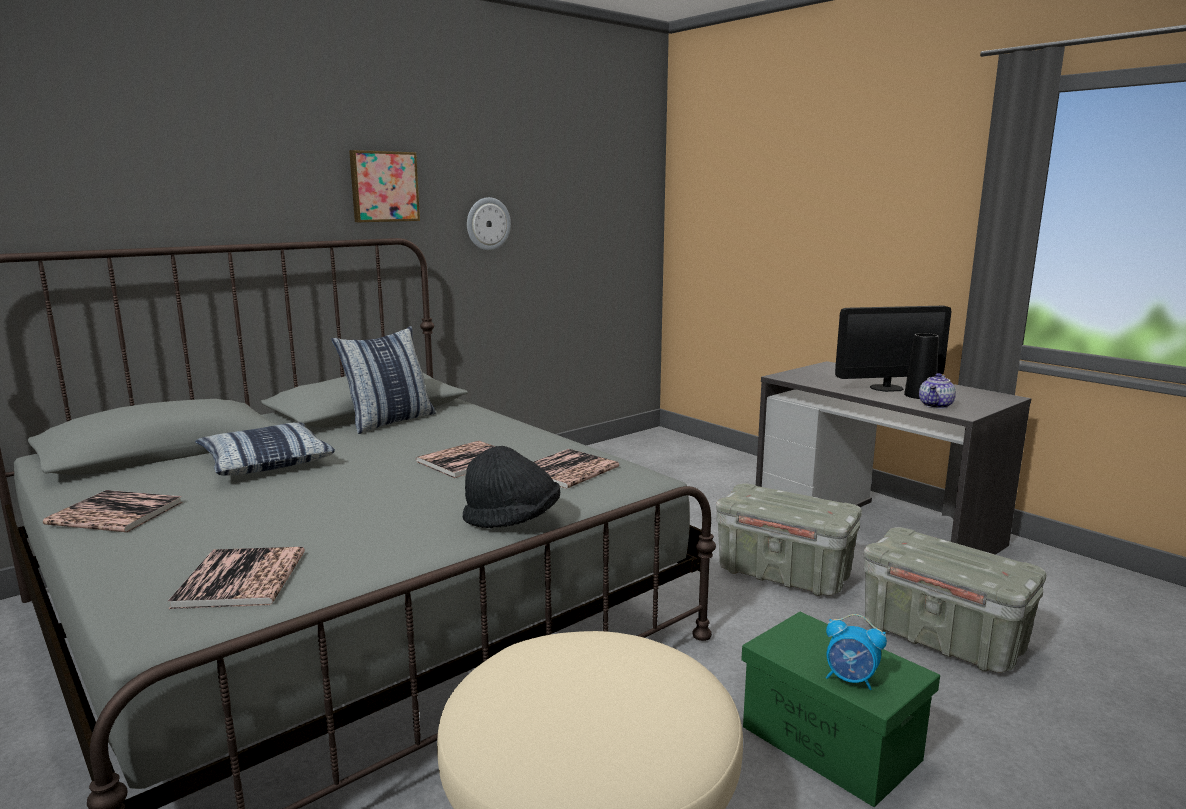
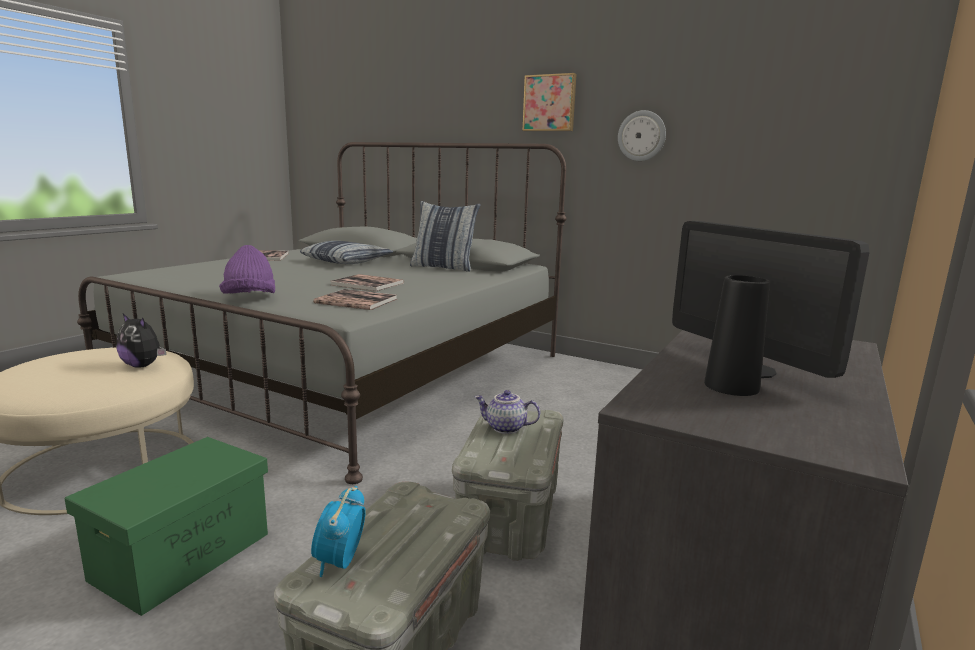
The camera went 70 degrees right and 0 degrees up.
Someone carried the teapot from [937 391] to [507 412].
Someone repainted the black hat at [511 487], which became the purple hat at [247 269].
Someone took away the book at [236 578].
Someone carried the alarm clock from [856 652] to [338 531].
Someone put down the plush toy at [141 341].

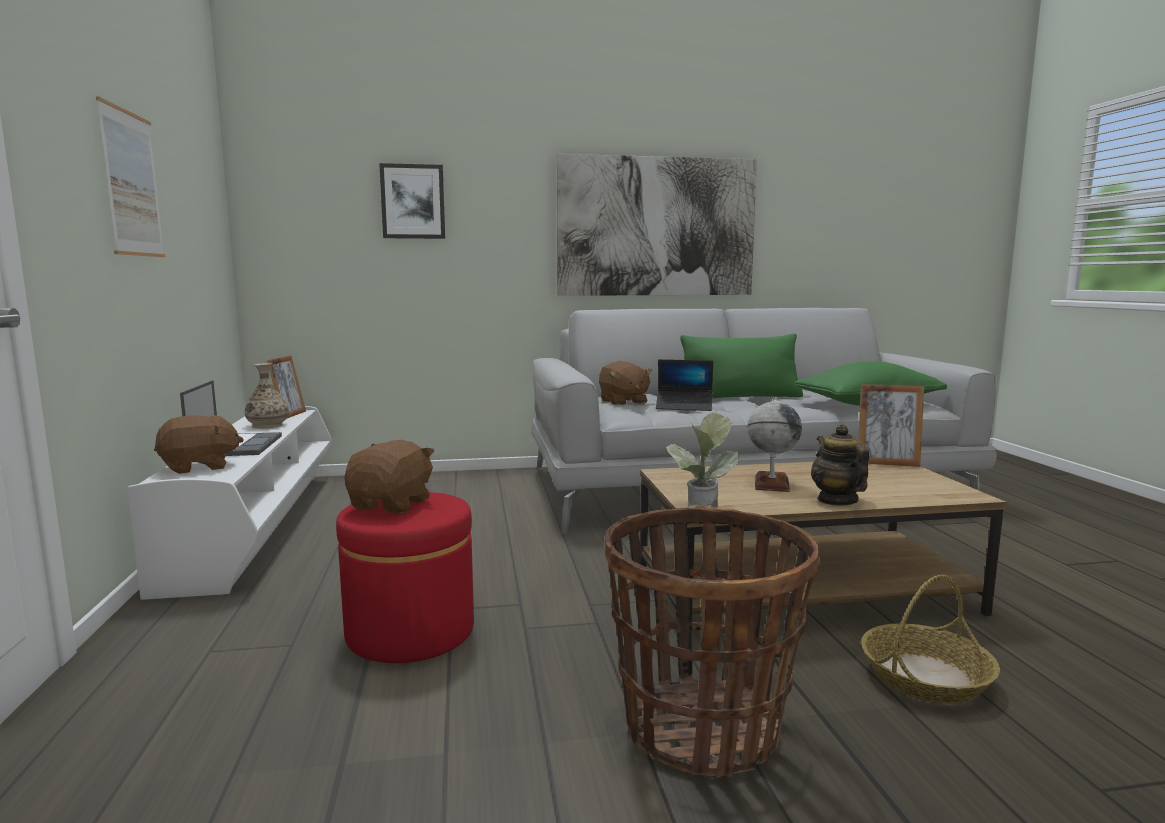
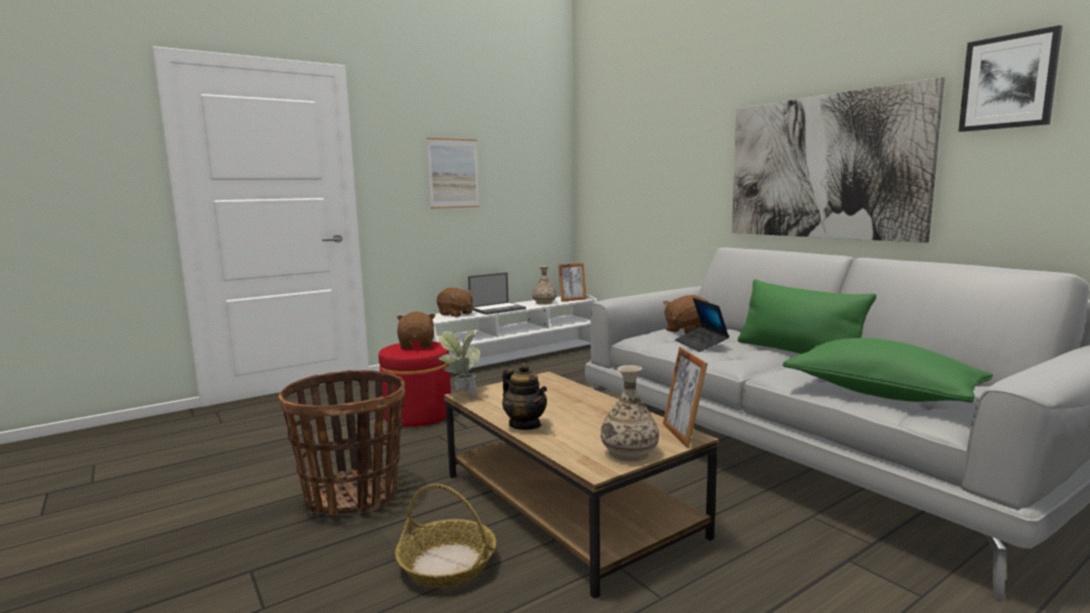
The camera went 65 degrees right and 0 degrees up.
Someone carried the picture from [412 201] to [1011 78].
Someone took away the globe at [775 444].
Someone rotated the teapot at [840 465] by 90 degrees clockwise.
Someone rotated the brown plush toy at [389 477] by 90 degrees counterclockwise.
Someone put down the vase at [630 413].

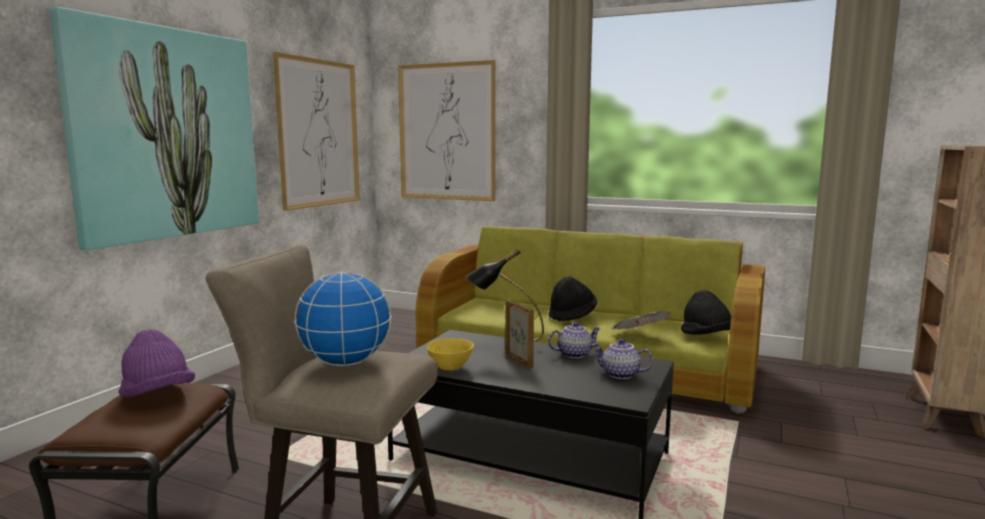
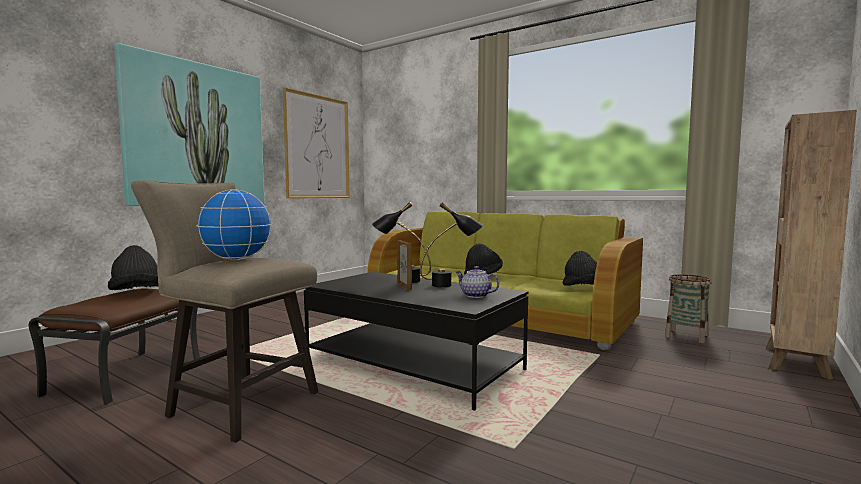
The camera went 10 degrees right and 5 degrees down.
Someone took away the picture at [446 130].
Someone took away the newspaper at [641 320].
Someone swapped the teapot at [574 340] for the black table lamp at [451 244].
Someone repainted the purple hat at [157 363], which became the black hat at [133 267].
Someone took away the yellow bowl at [450 354].
Someone put down the basket at [688 308].

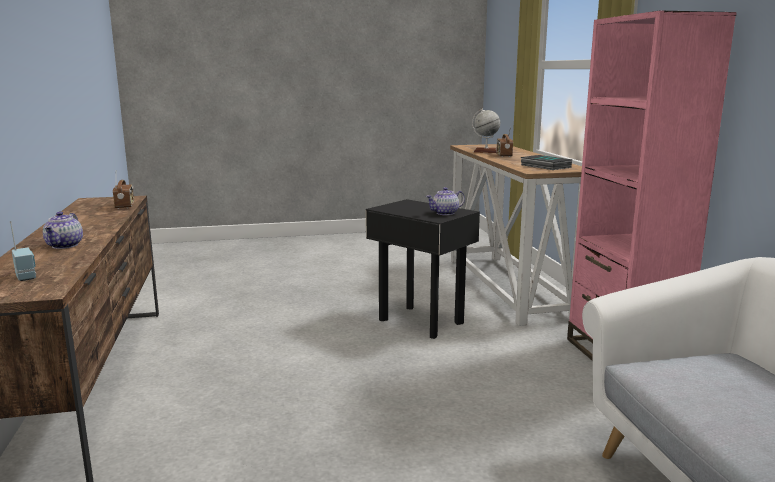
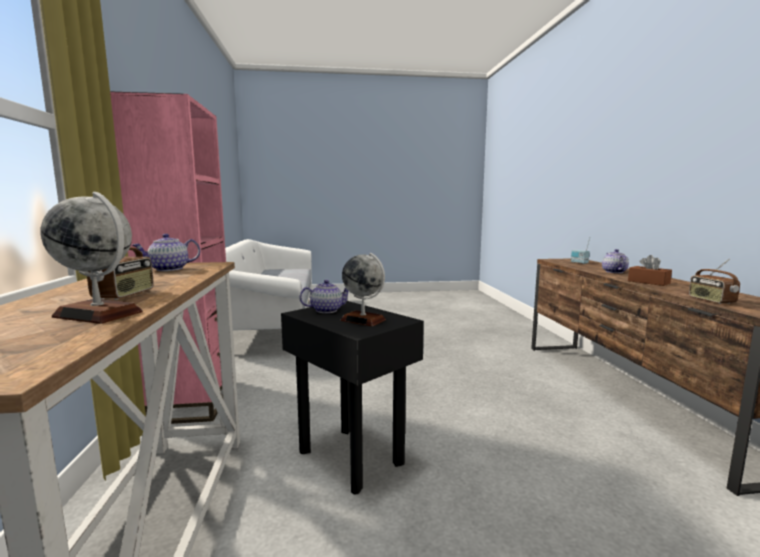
The camera went 175 degrees left and 5 degrees down.
Someone swapped the book at [546 162] for the teapot at [166 252].
Someone put down the globe at [363 289].
Someone put down the brown tissue box at [650 270].

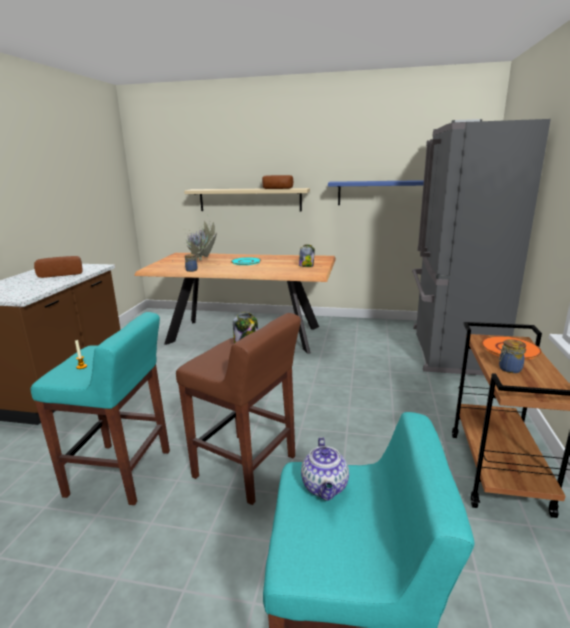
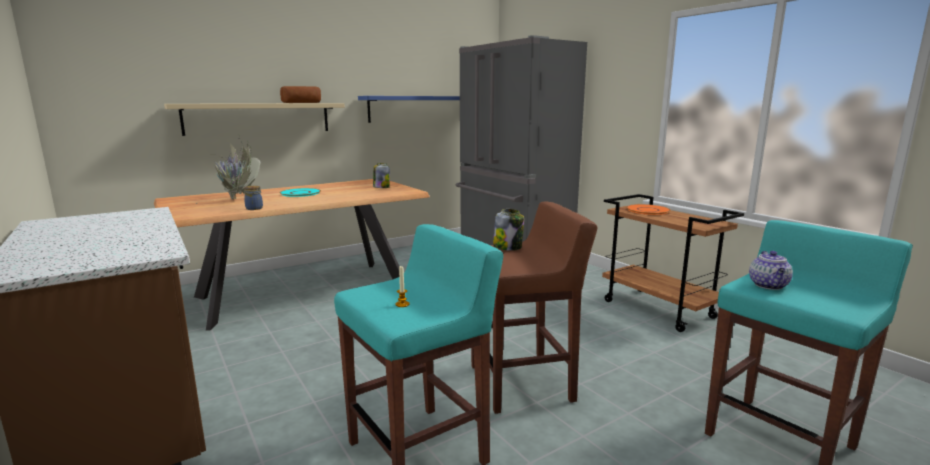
The camera went 45 degrees left and 5 degrees down.
Someone took away the bread at [58 267].
Someone took away the jar at [512 356].
Someone rotated the teapot at [325 469] by 60 degrees clockwise.

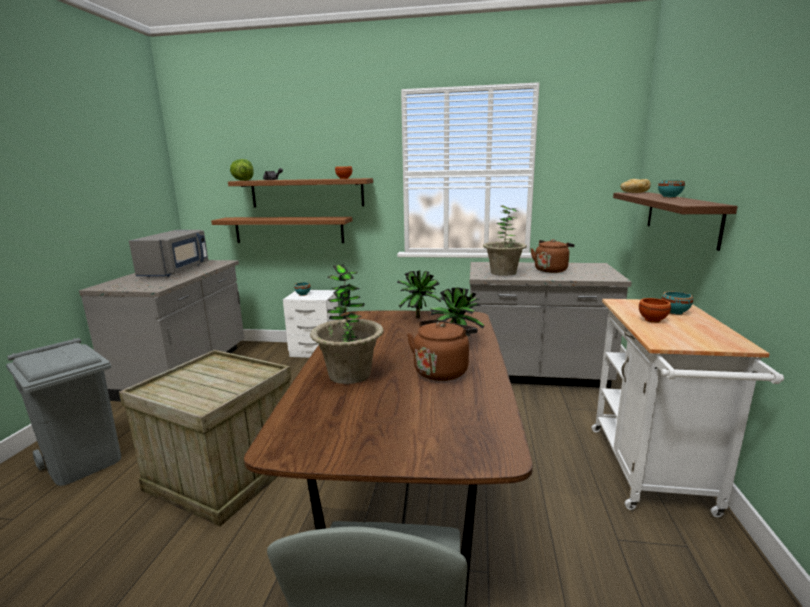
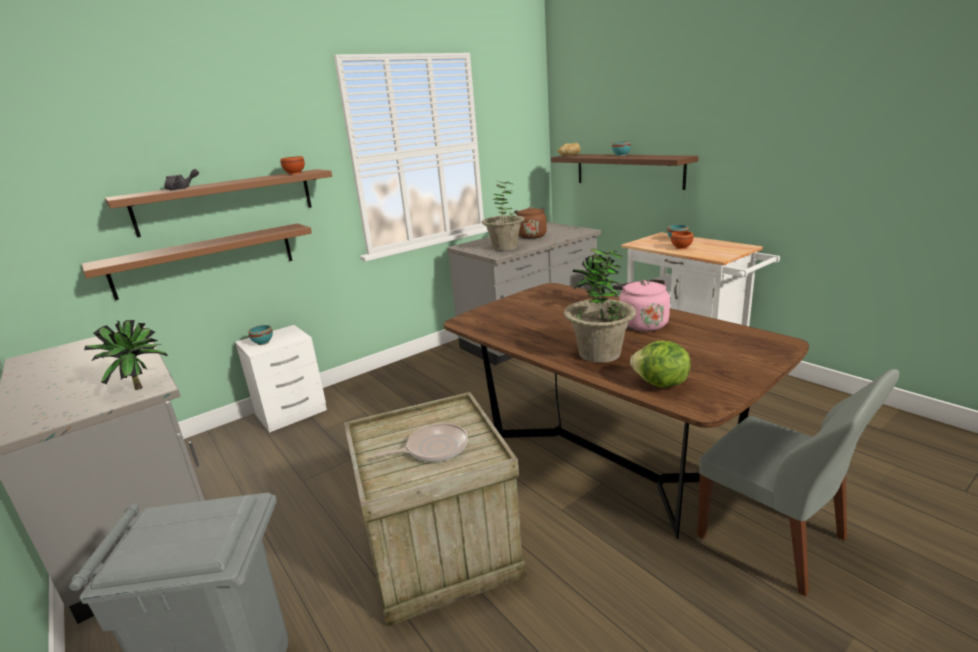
The camera went 45 degrees left and 5 degrees up.
Someone carried the lettuce from [241 170] to [660 364].
Someone took away the grey microwave at [168 253].
Someone carried the potted plant from [419 295] to [126 355].
Someone repainted the brown kettle at [442 350], which became the pink kettle at [641 305].
Someone put down the frying pan at [421 442].

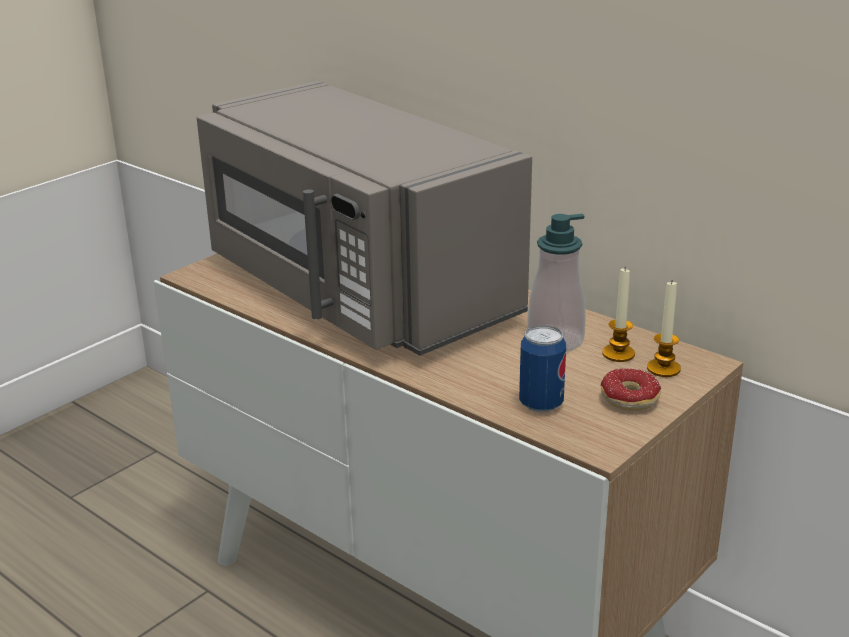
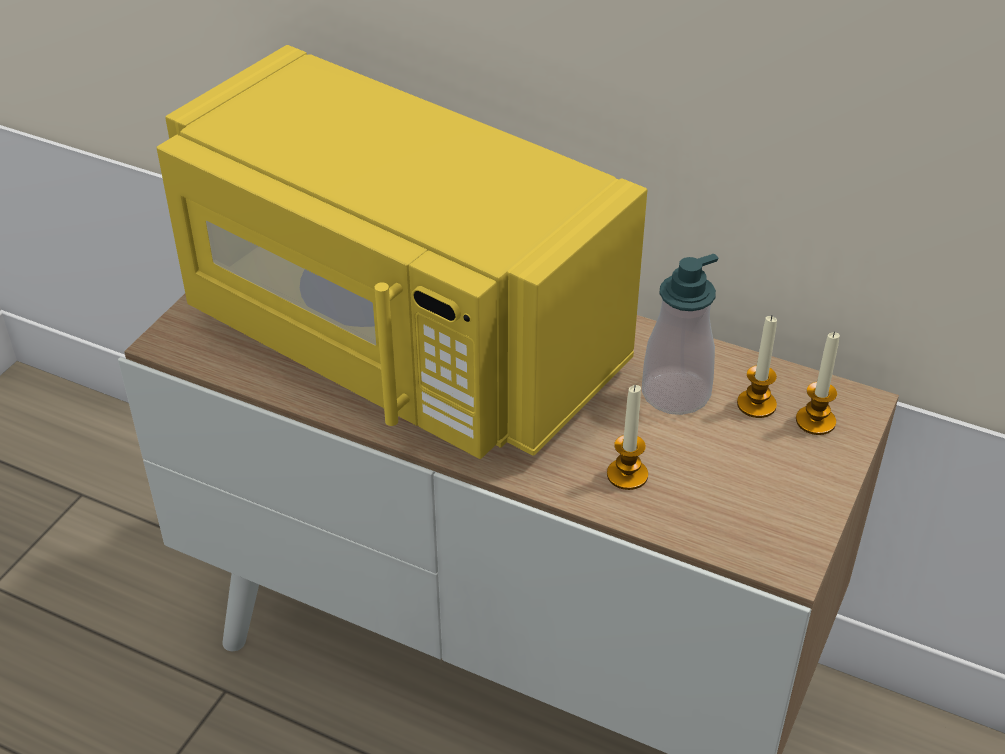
The camera went 15 degrees left and 15 degrees up.
Someone repainted the grey microwave at [364 218], which became the yellow microwave at [402 252].
Someone took away the can at [542 369].
Someone took away the donut at [631 390].
Someone put down the candle at [627 437].

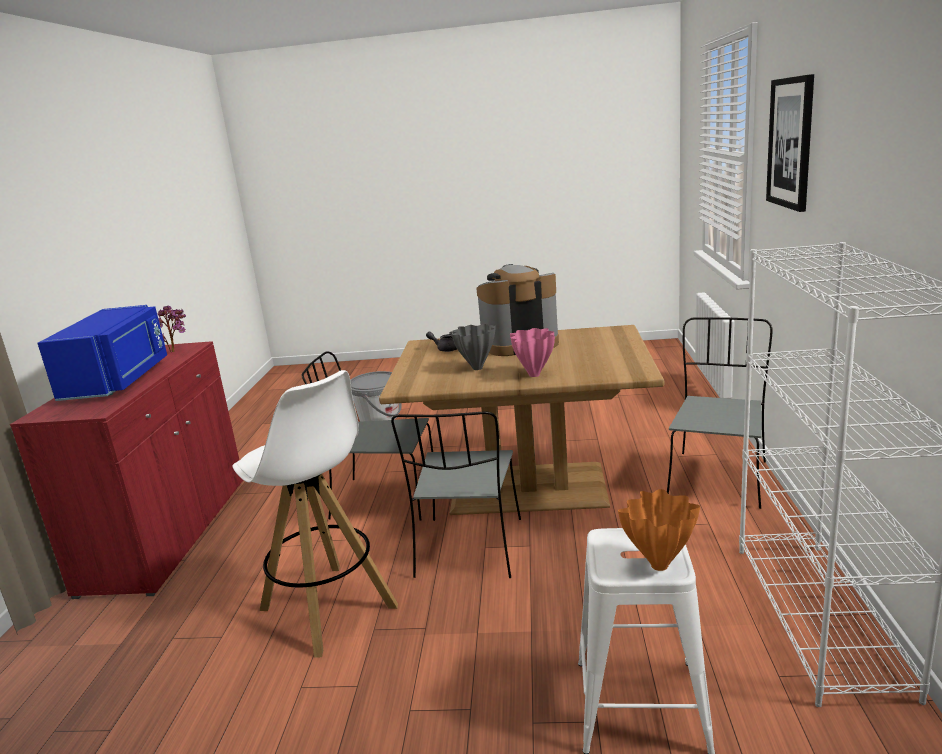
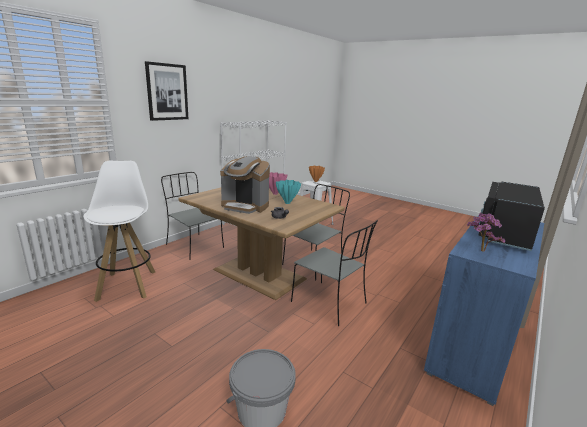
The camera went 150 degrees left and 0 degrees up.
Someone repainted the blue microwave at [102 353], which became the black microwave at [511 216].
Someone rotated the grey chair at [720 413] by 75 degrees clockwise.
Someone repainted the grey vase at [474 347], which became the turquoise vase at [288 192].
Someone repainted the red cabinet at [126 470], which became the blue cabinet at [484 310].
Someone carried the white stool from [315 514] to [119 231].

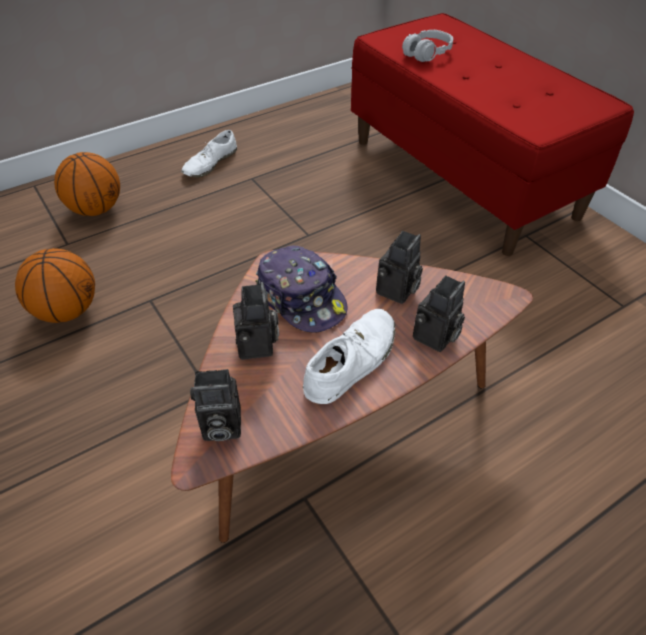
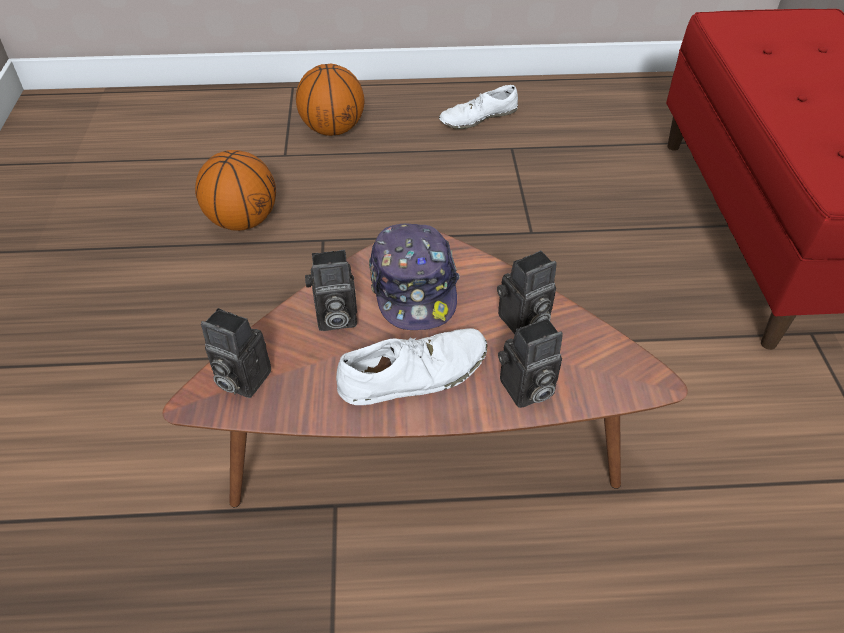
The camera went 30 degrees right and 0 degrees up.
Someone took away the grey headphones at [427 46].
Someone rotated the photo camera at [256 321] by 60 degrees clockwise.

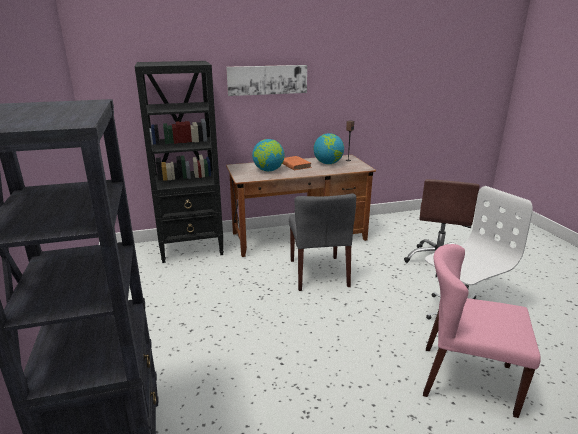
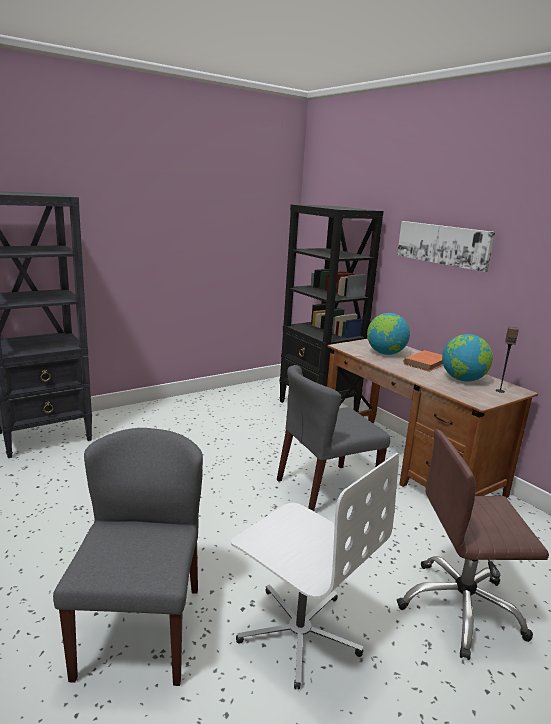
The camera went 70 degrees right and 5 degrees down.
Someone repainted the pink chair at [482 331], which became the grey chair at [128 557].

